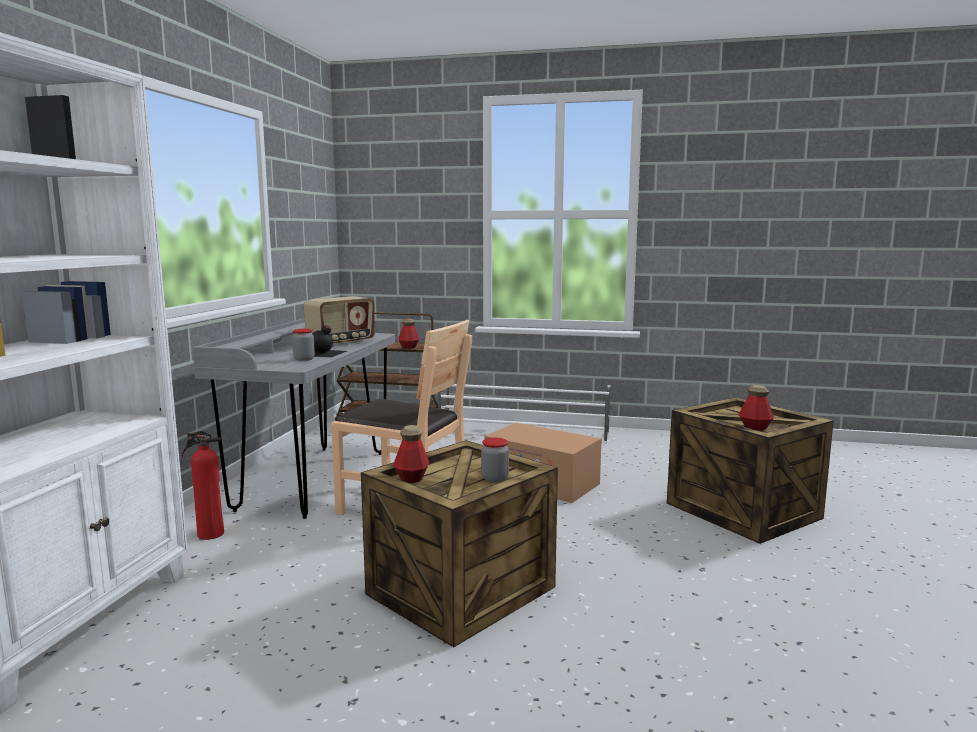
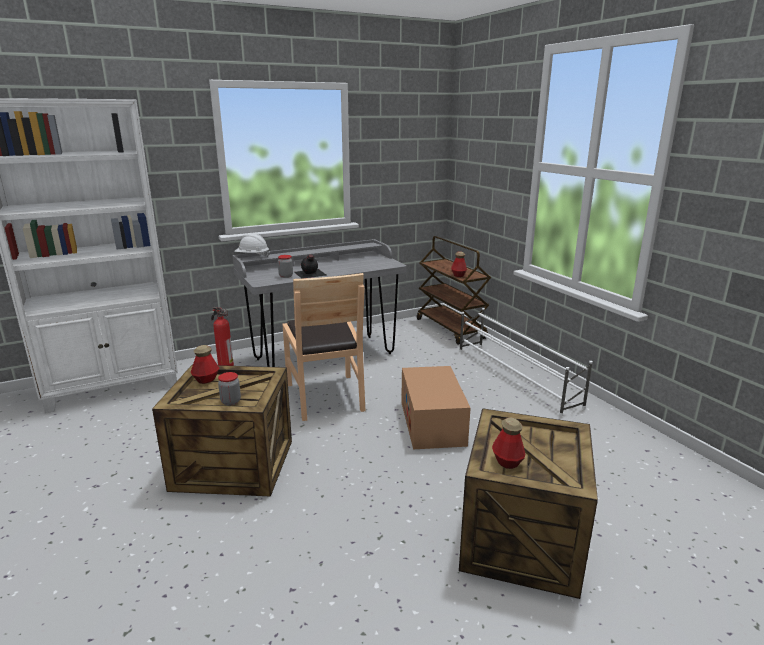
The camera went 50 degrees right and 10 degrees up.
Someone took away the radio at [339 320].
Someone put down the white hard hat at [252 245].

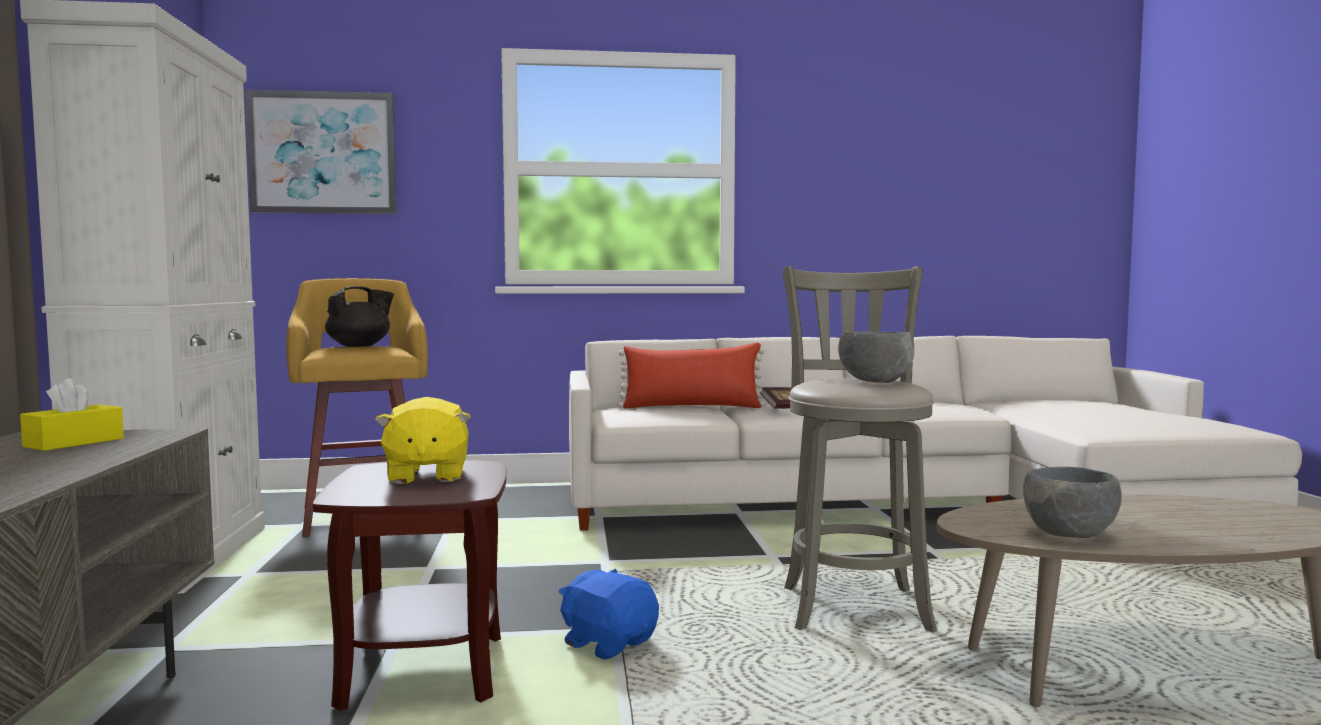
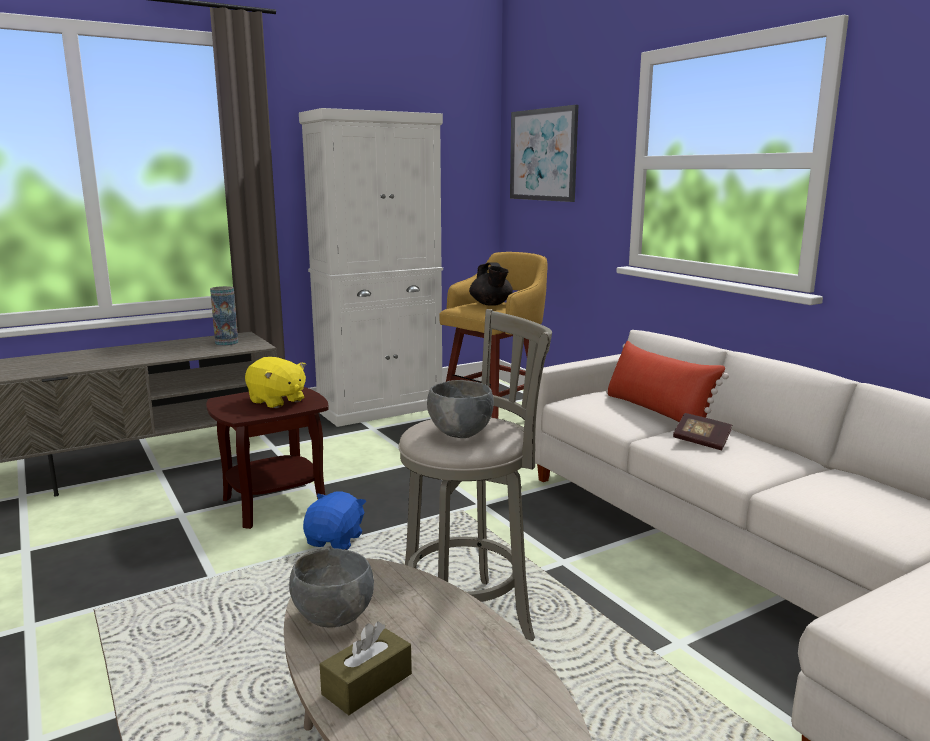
The camera went 65 degrees right and 10 degrees up.
Someone rotated the black teapot at [359 316] by 45 degrees clockwise.
Someone swapped the yellow tissue box at [72 414] for the vase at [224 316].
Someone rotated the yellow plush toy at [423 440] by 105 degrees counterclockwise.
Someone put down the brown tissue box at [366 668].

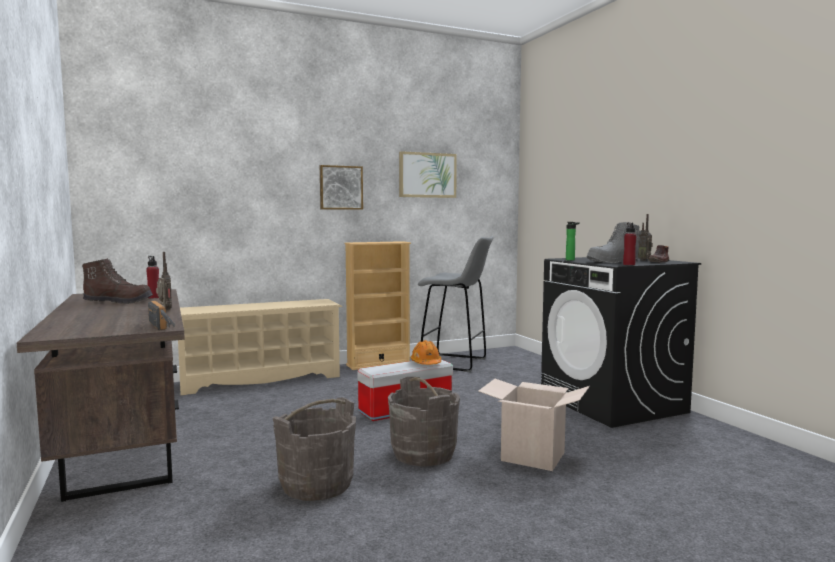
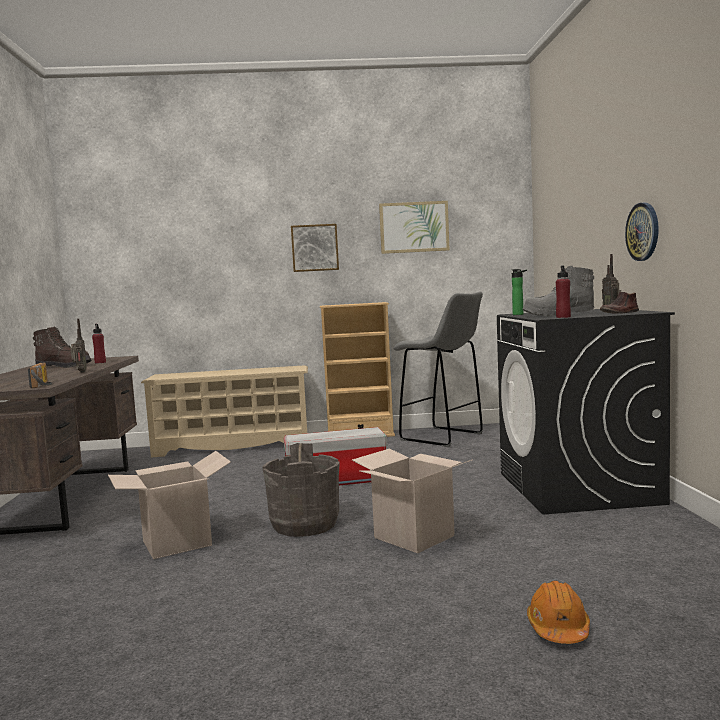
The camera went 20 degrees right and 0 degrees up.
Someone carried the orange hard hat from [426 352] to [558 612].
Someone swapped the grey bucket at [314 449] for the cardboard box at [169 505].
Someone put up the wall clock at [642 232].

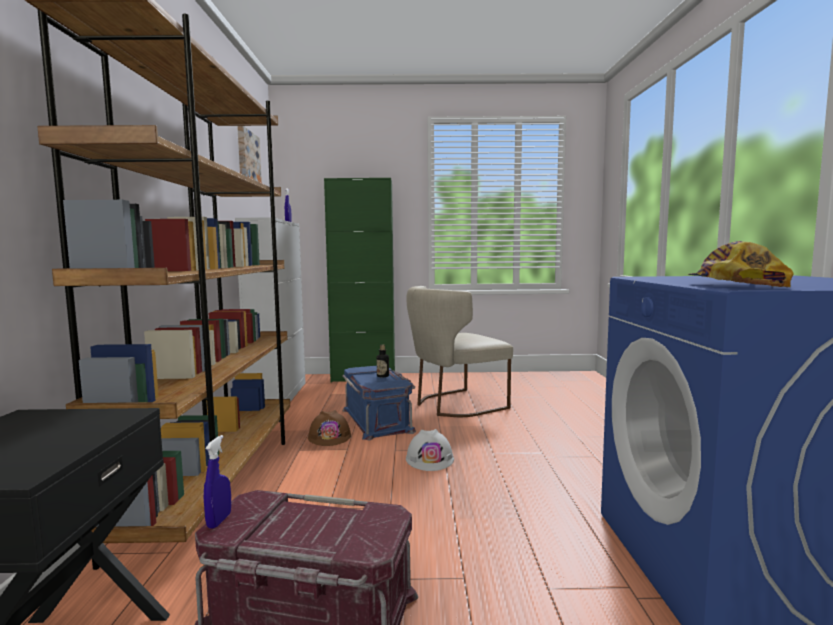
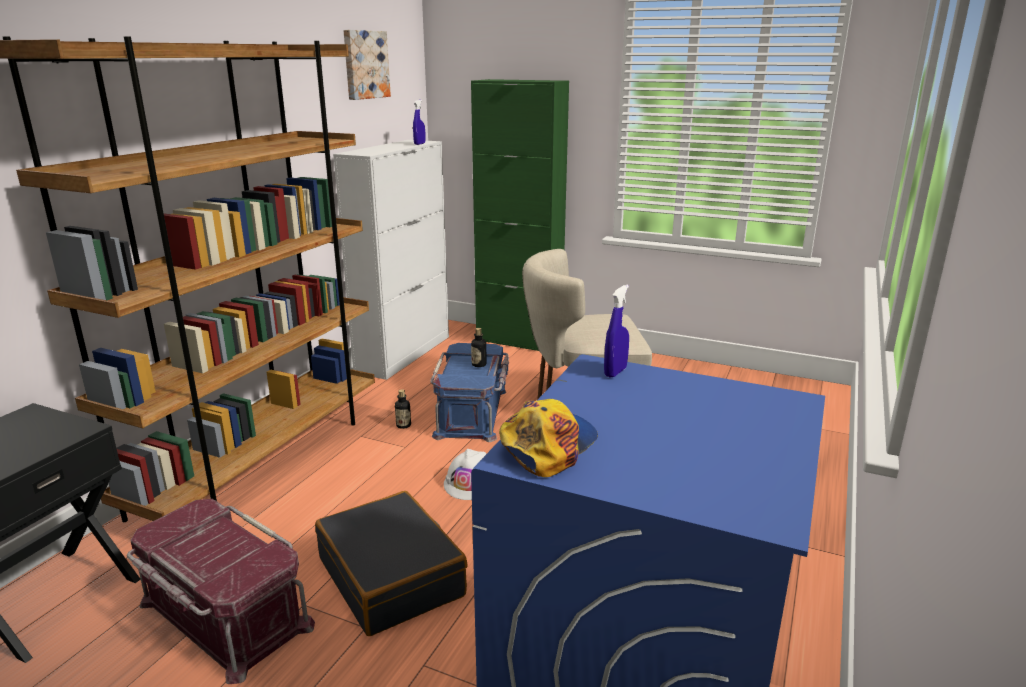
The camera went 25 degrees right and 15 degrees up.
Someone swapped the brown hard hat at [329 428] for the bottle at [403 409].
Someone carried the blue spray bottle from [217 482] to [616 331].
Someone put down the black suitcase at [391 563].

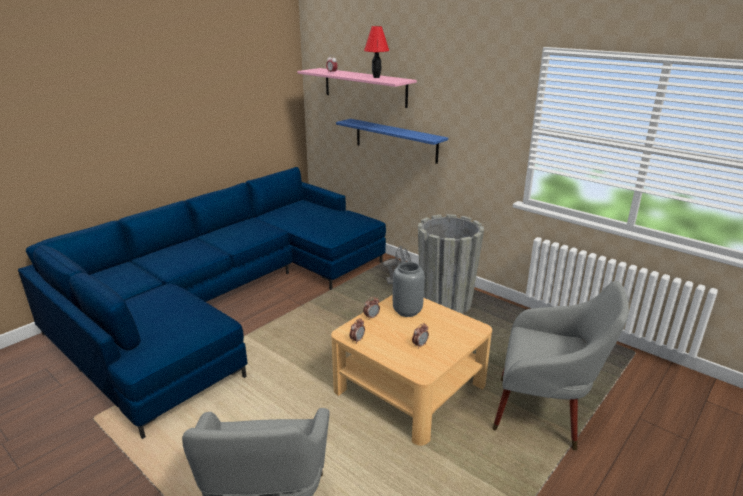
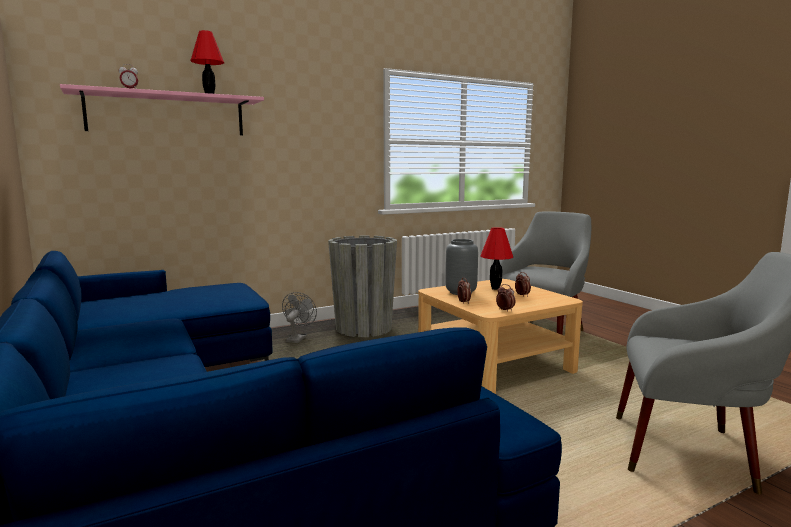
The camera went 70 degrees left and 15 degrees down.
Someone took away the blue shelf at [392 141].
Someone put down the red table lamp at [497 258].

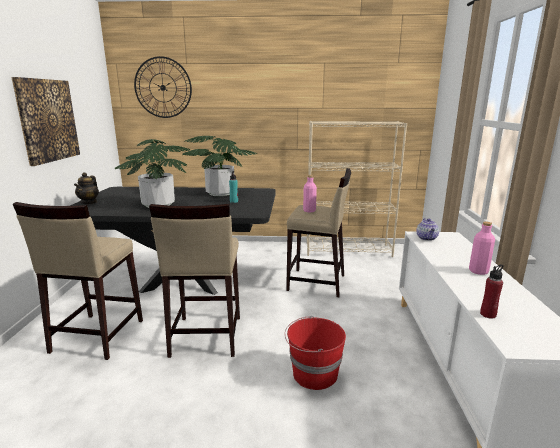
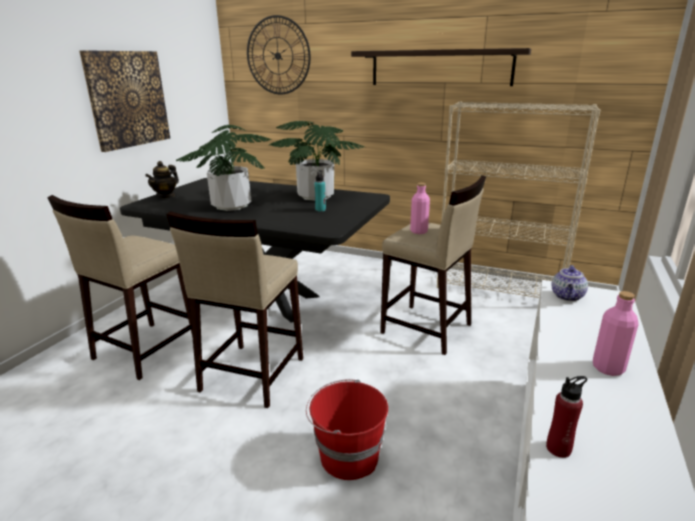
The camera went 20 degrees right and 5 degrees up.
Someone put up the shelf at [441 67].

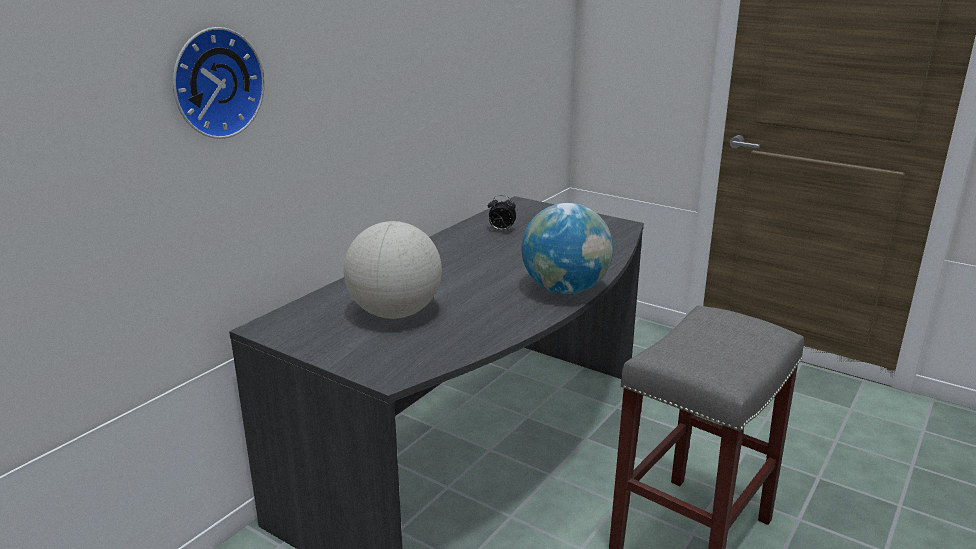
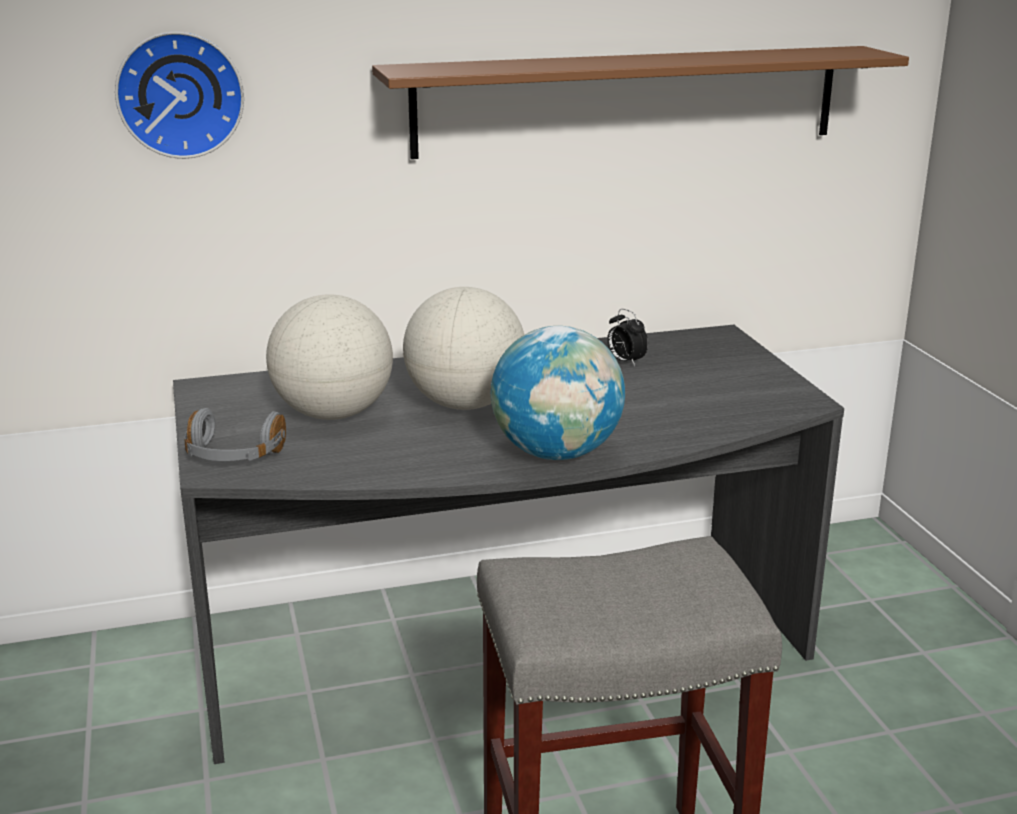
The camera went 40 degrees right and 0 degrees up.
Someone put up the brown shelf at [640 102].
Someone put down the globe at [463 348].
Someone put down the grey headphones at [235 434].

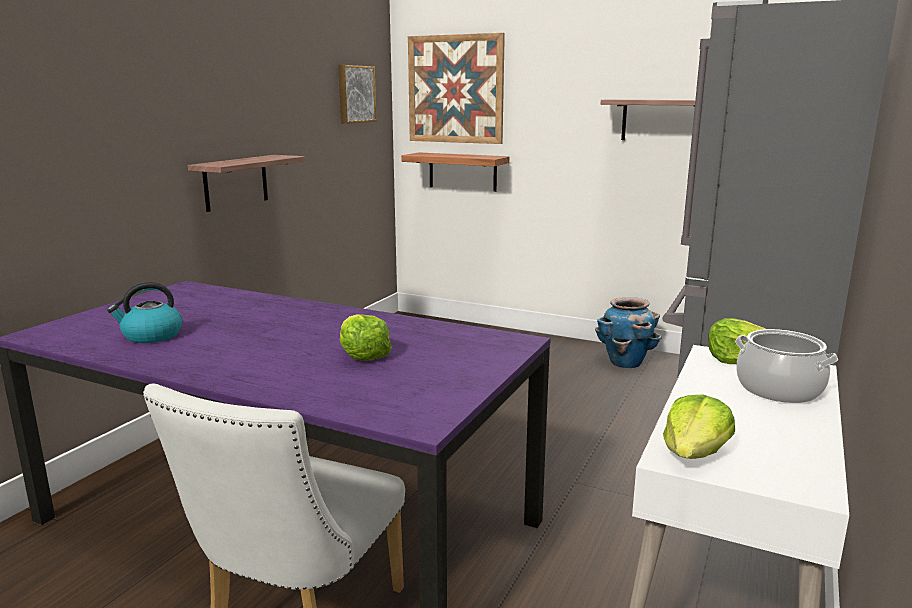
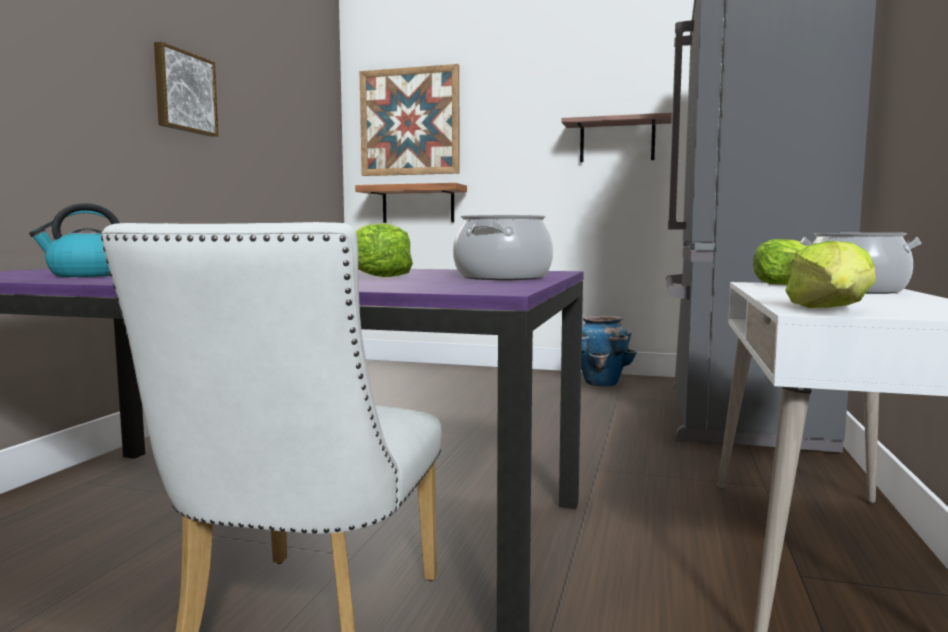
The camera went 10 degrees left and 10 degrees down.
Someone carried the picture from [357 94] to [186 89].
Someone took away the shelf at [246 183].
Someone put down the cooking pot at [503 247].

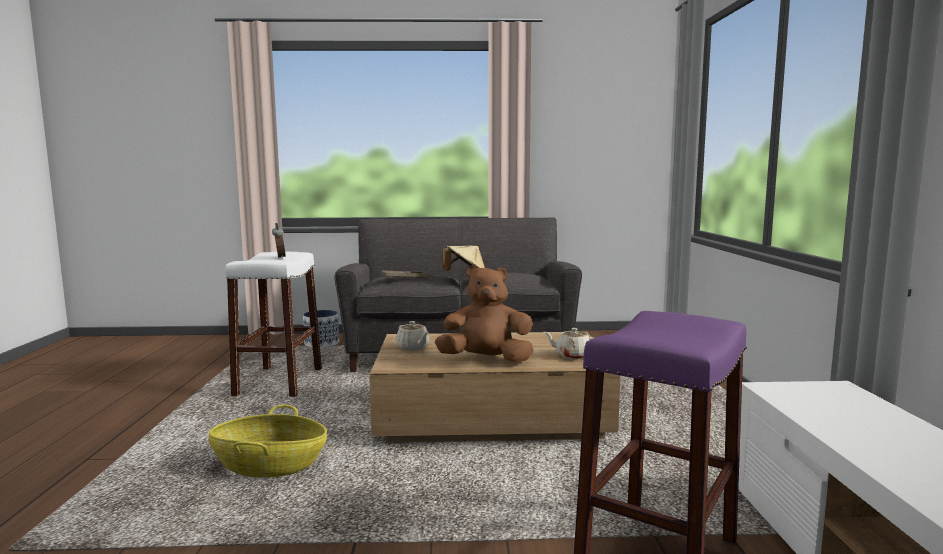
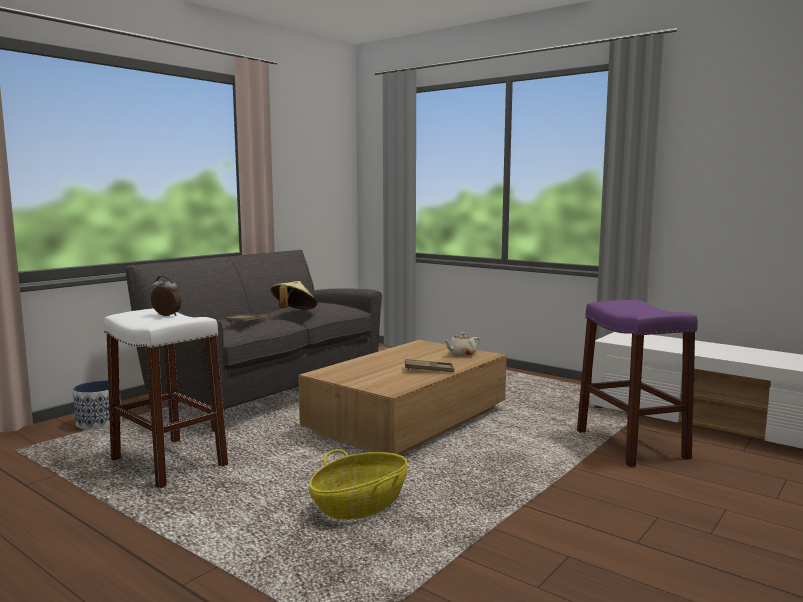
The camera went 50 degrees left and 0 degrees up.
Someone swapped the brown plush toy at [484 313] for the brown tray at [429 365].
Someone took away the beige teapot at [412 336].

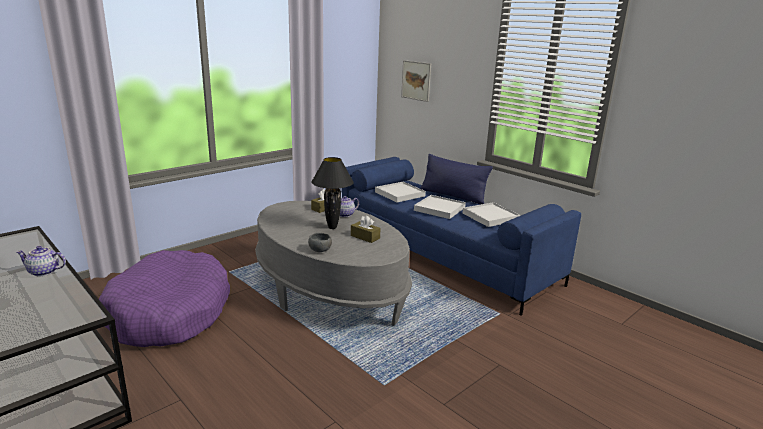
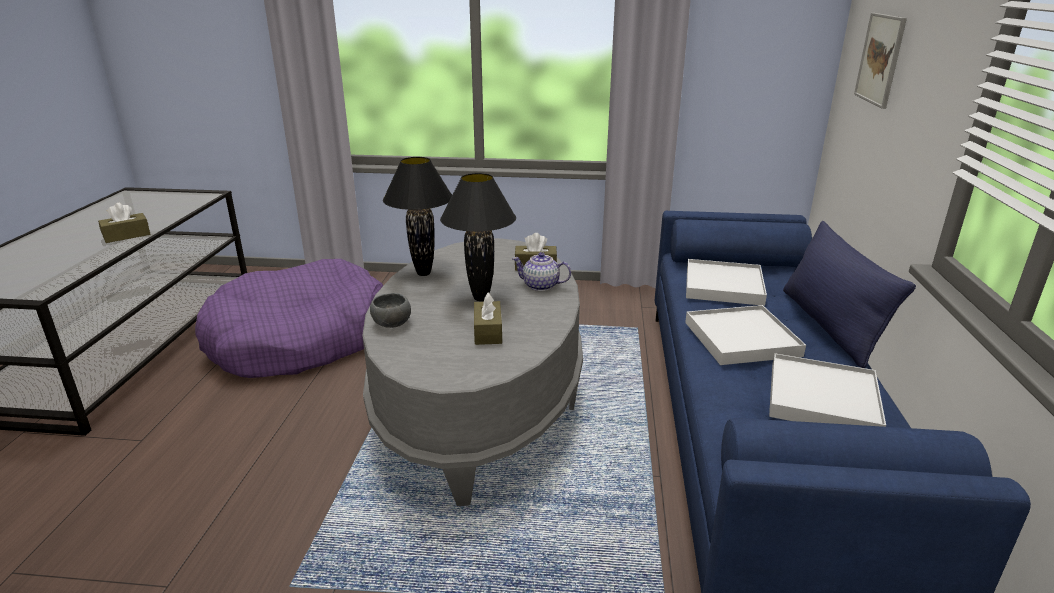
The camera went 50 degrees right and 5 degrees up.
Someone swapped the teapot at [41 261] for the brown tissue box at [124 223].
Someone put down the black table lamp at [417 216].

